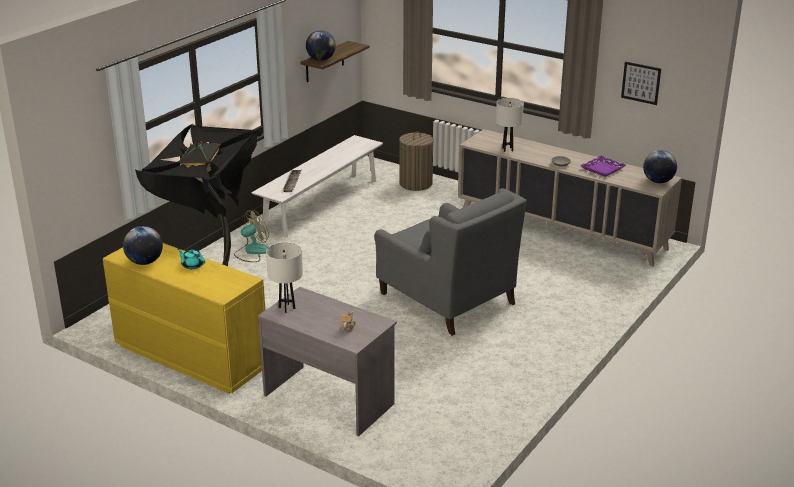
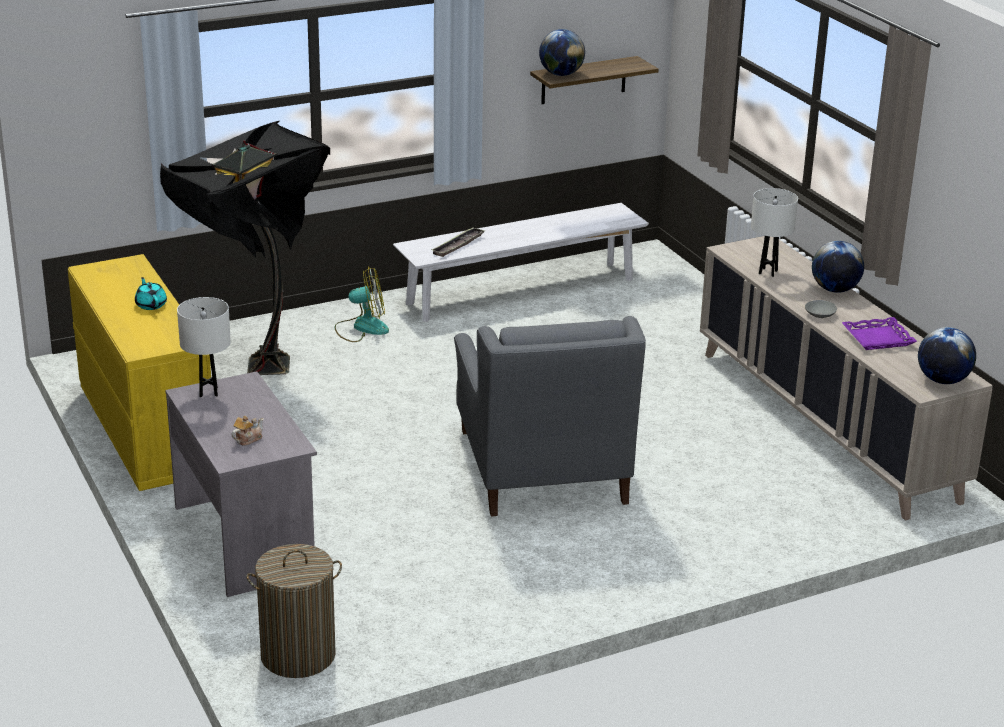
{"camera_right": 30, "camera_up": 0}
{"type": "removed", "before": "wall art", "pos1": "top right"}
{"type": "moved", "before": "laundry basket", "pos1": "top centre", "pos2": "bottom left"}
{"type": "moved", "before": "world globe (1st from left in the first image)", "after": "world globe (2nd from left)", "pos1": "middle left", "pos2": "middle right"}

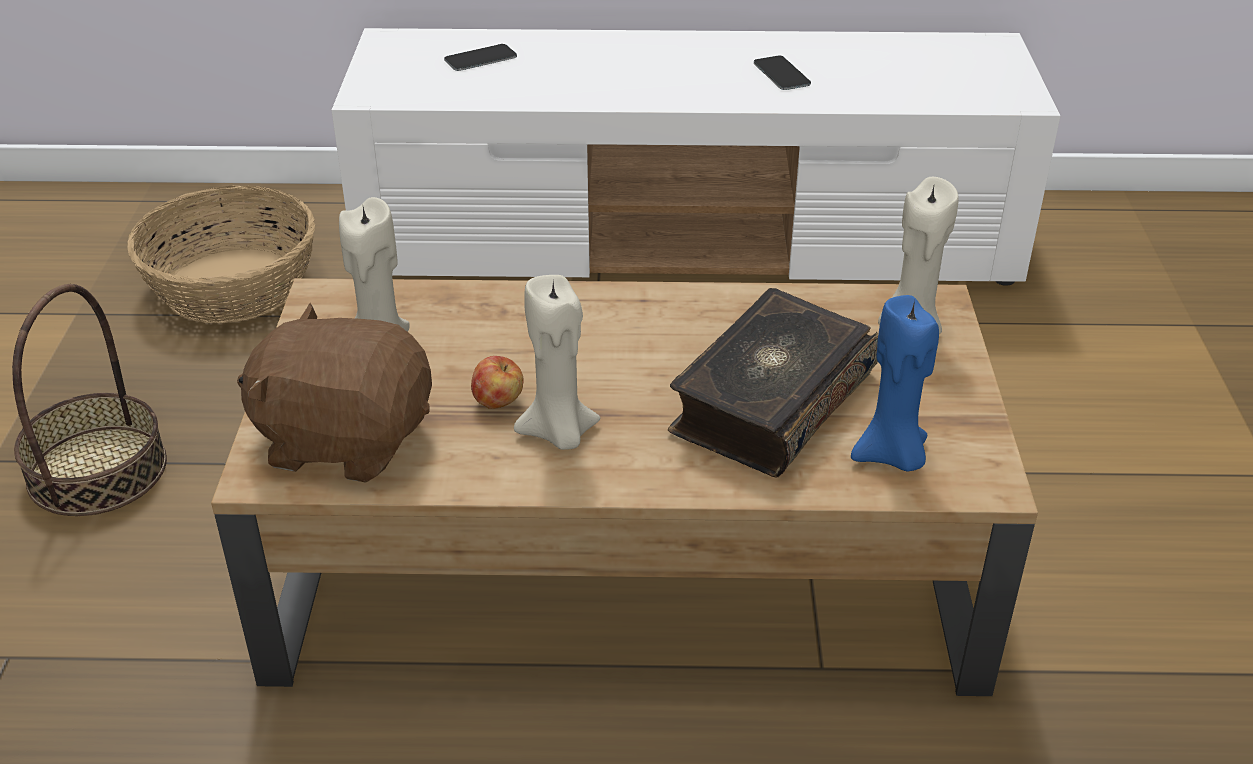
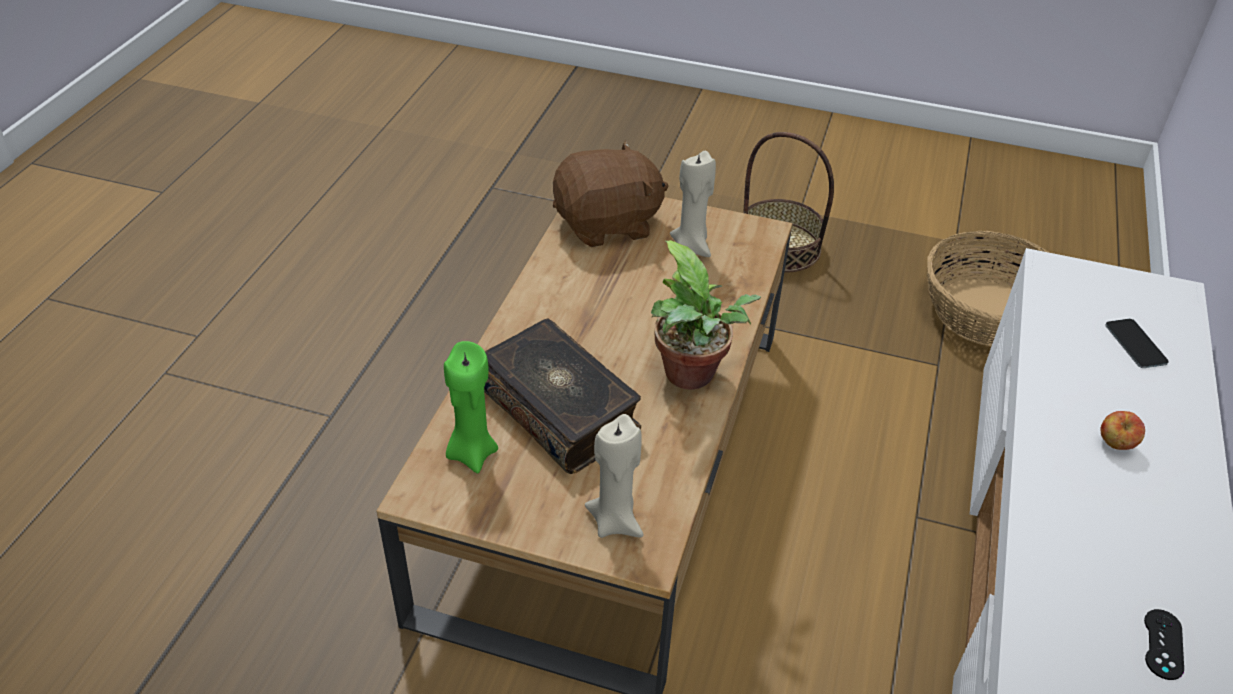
{"camera_right": 105, "camera_up": 5}
{"type": "removed", "before": "phone (2nd from left)", "pos1": "top centre"}
{"type": "removed", "before": "candle in beige (2nd from left)", "pos1": "centre"}
{"type": "recoloured", "before": "candle in bluish", "after": "candle in green", "pos1": "middle right", "pos2": "centre"}
{"type": "turned", "before": "cuddly toy in brown-coloured", "pos1": "middle left", "pos2": "top centre", "turn": 45}
{"type": "moved", "before": "apple", "pos1": "centre", "pos2": "middle right"}
{"type": "added", "after": "potted plant", "pos2": "centre"}
{"type": "added", "after": "joypad in blackish", "pos2": "bottom right"}

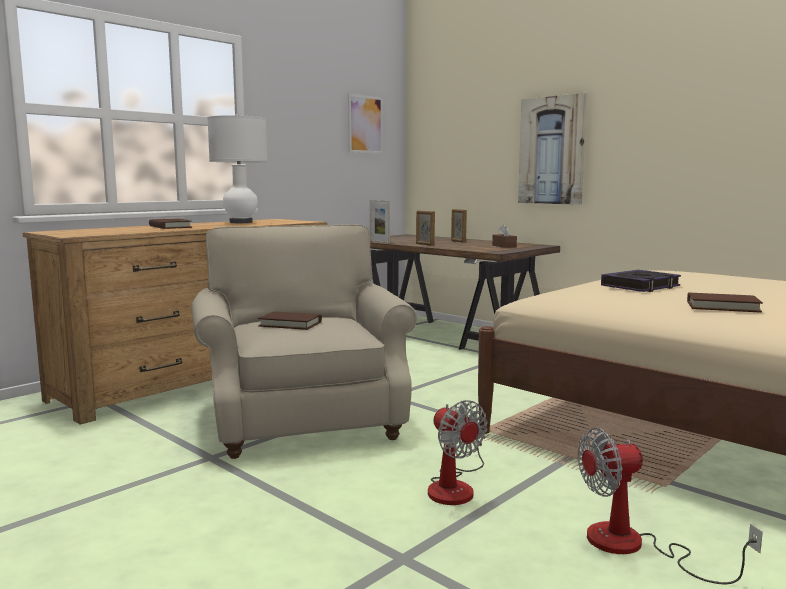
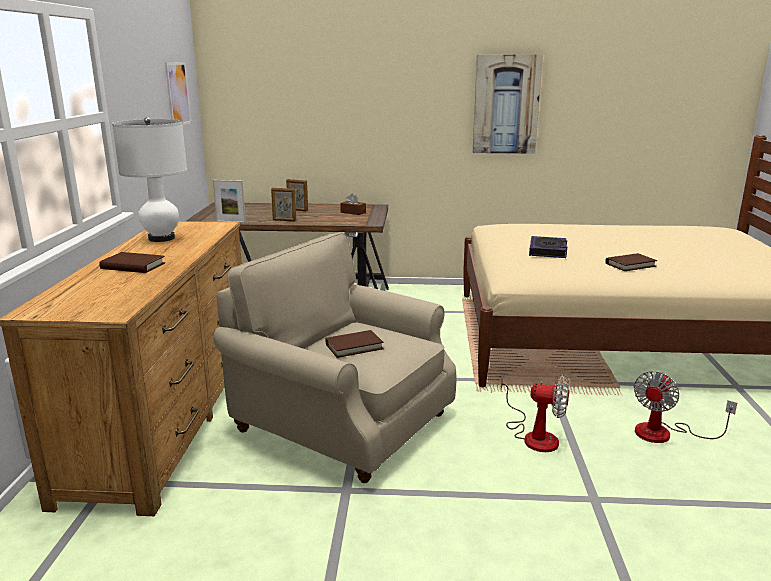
{"camera_right": -40, "camera_up": 10}
{"type": "moved", "before": "wall art (2nd from left)", "pos1": "top right", "pos2": "top centre"}

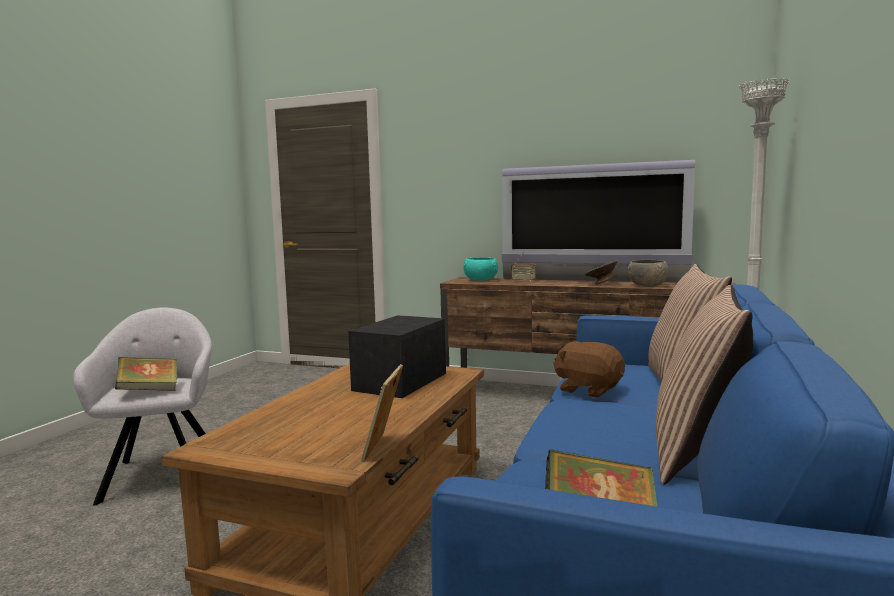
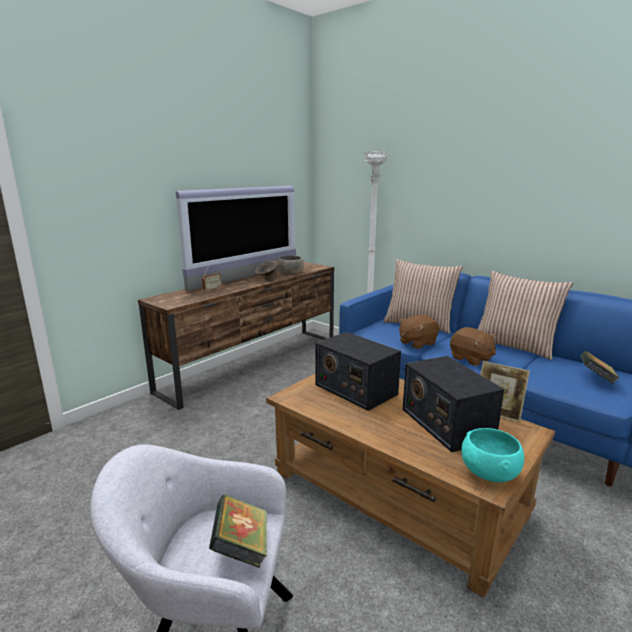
{"camera_right": -70, "camera_up": 10}
{"type": "moved", "before": "deep dish in turquoise-coloured", "pos1": "centre", "pos2": "bottom right"}
{"type": "added", "after": "cuddly toy in brown-coloured (2nd from left)", "pos2": "middle right"}
{"type": "added", "after": "radio set (3rd from left)", "pos2": "middle right"}

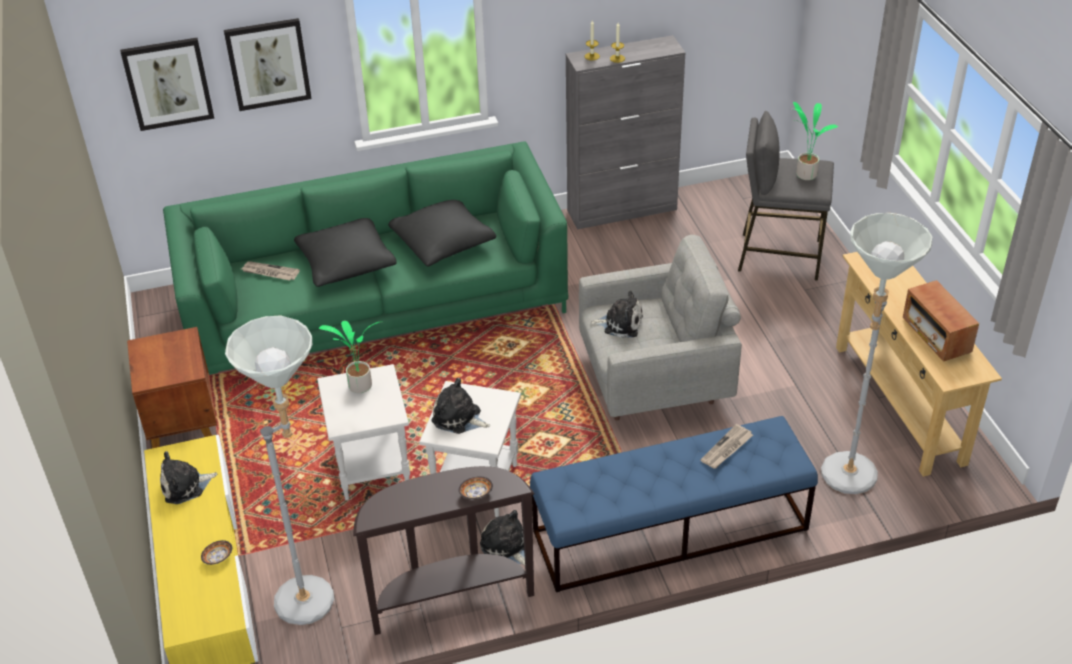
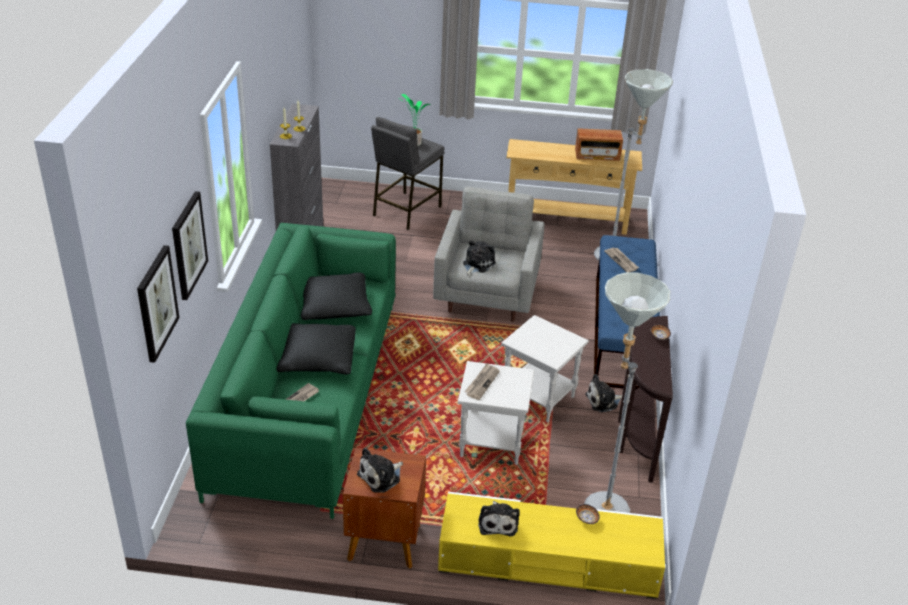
{"camera_right": -70, "camera_up": -5}
{"type": "replaced", "before": "potted plant (1st from left)", "after": "daily paper (2nd from left)", "pos1": "middle left", "pos2": "centre"}
{"type": "moved", "before": "cuddly toy (2nd from left in the first image)", "after": "cuddly toy (1st from left)", "pos1": "centre", "pos2": "bottom centre"}

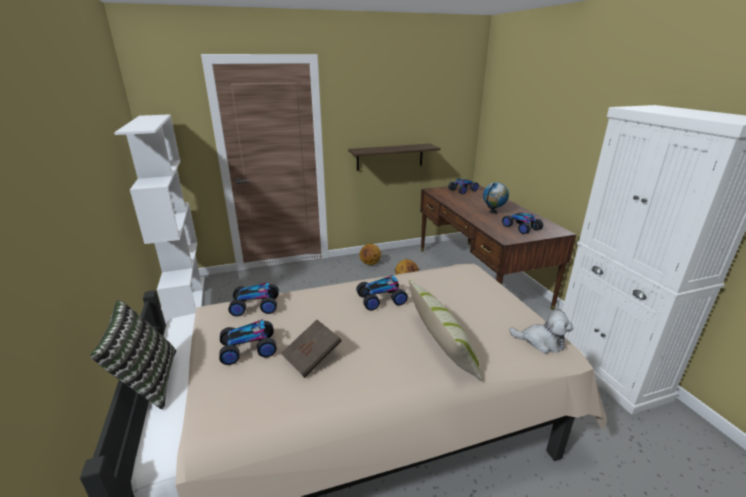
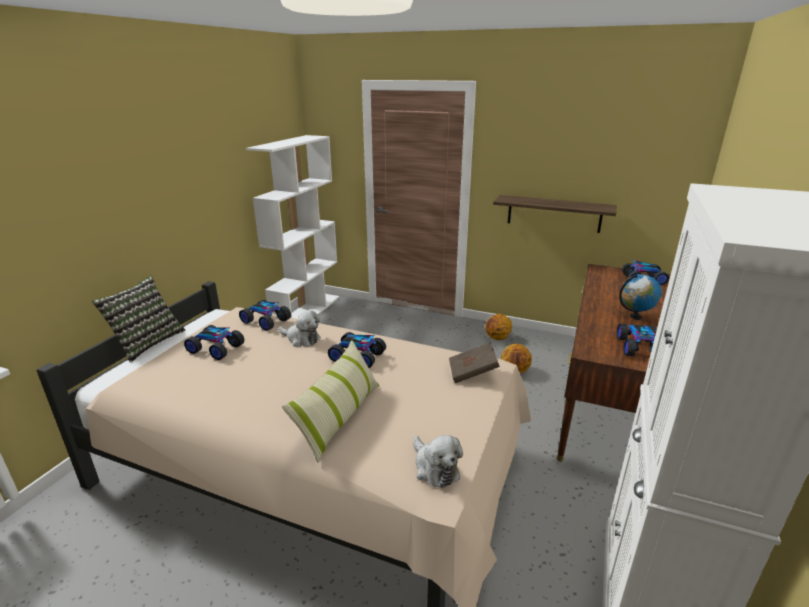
{"camera_right": 40, "camera_up": 0}
{"type": "moved", "before": "volume in brown-coloured", "pos1": "bottom centre", "pos2": "centre"}
{"type": "added", "after": "cuddly toy (1st from left)", "pos2": "centre"}

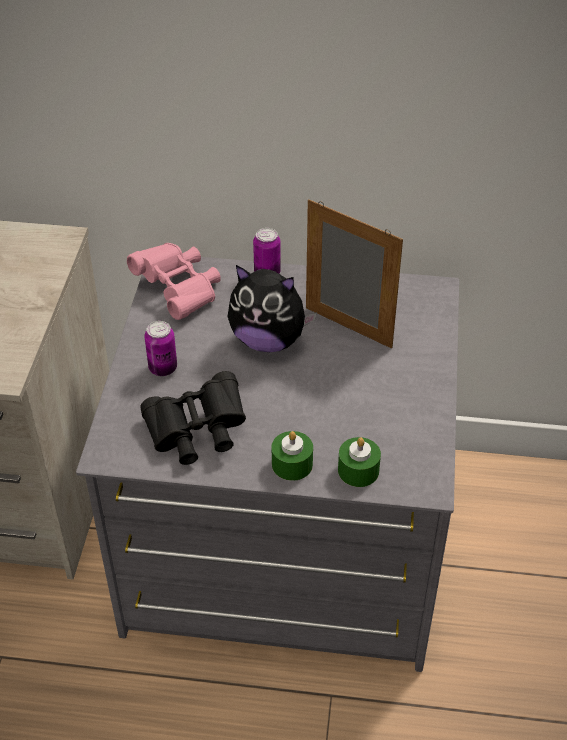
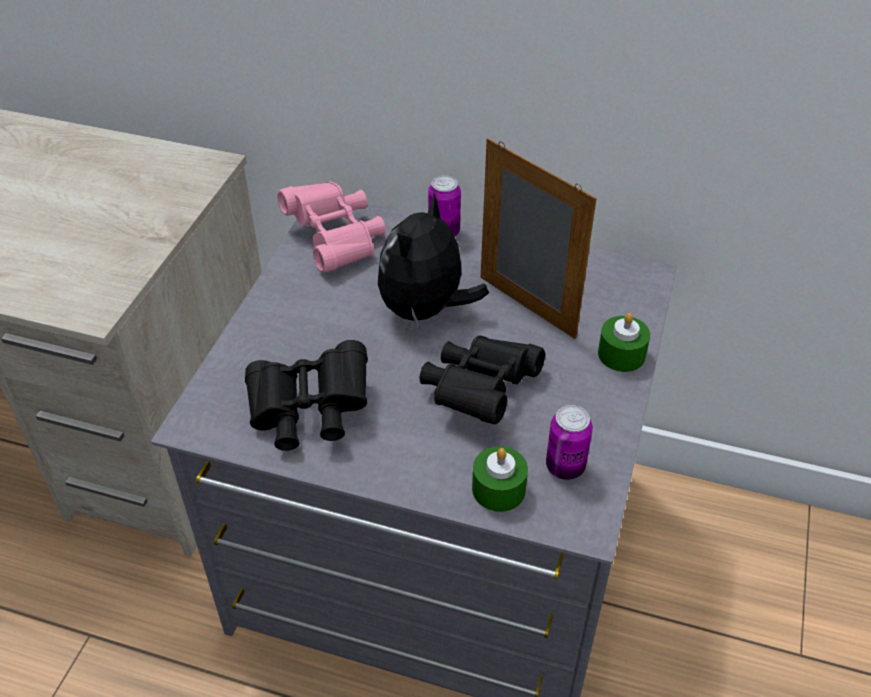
{"camera_right": 10, "camera_up": 0}
{"type": "turned", "before": "cuddly toy", "pos1": "centre", "pos2": "centre", "turn": 90}
{"type": "moved", "before": "metal can (1st from left in the first image)", "after": "metal can (2nd from left)", "pos1": "middle left", "pos2": "centre"}
{"type": "moved", "before": "candle in green (1st from left in the first image)", "after": "candle in green (2nd from left)", "pos1": "centre", "pos2": "middle right"}
{"type": "added", "after": "pair of binoculars in blackish (2nd from left)", "pos2": "centre"}

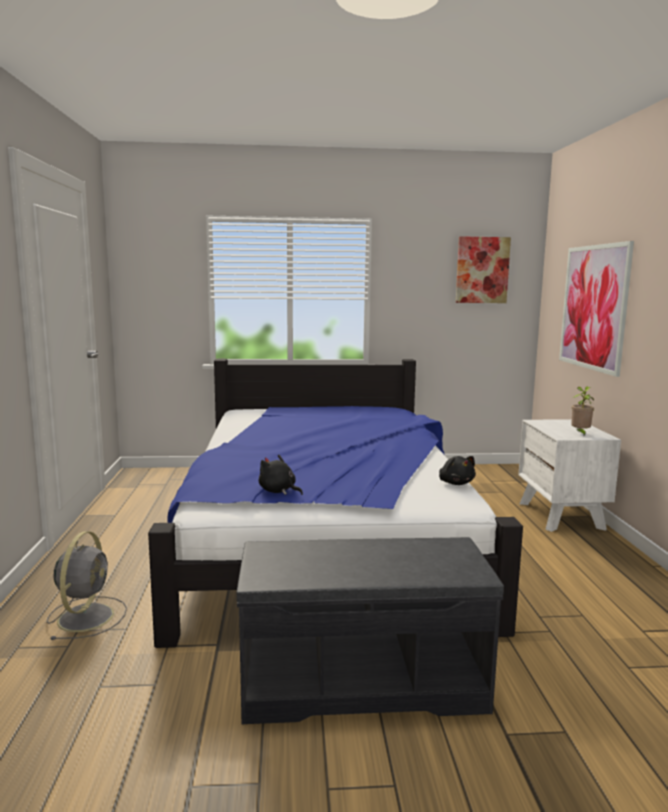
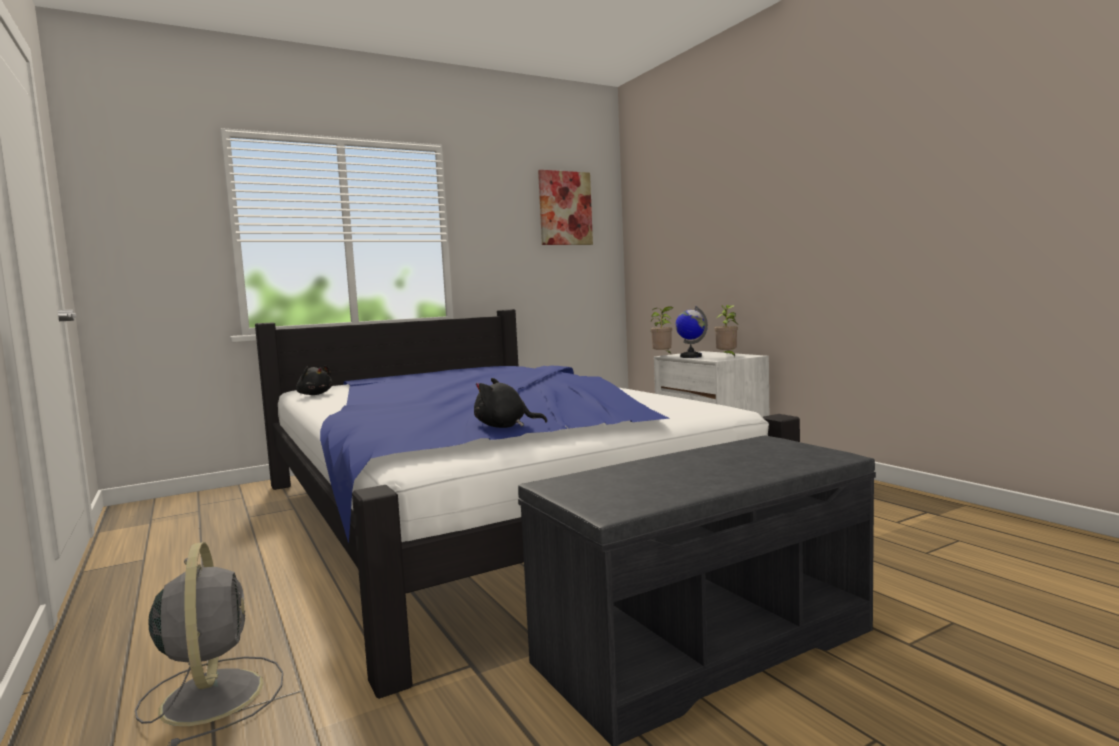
{"camera_right": -25, "camera_up": -5}
{"type": "removed", "before": "wall art (2nd from left)", "pos1": "middle right"}
{"type": "moved", "before": "cuddly toy in blackish (2nd from left in the first image)", "after": "cuddly toy in blackish (1st from left)", "pos1": "middle right", "pos2": "middle left"}
{"type": "added", "after": "potted plant (1st from left)", "pos2": "centre"}
{"type": "added", "after": "world globe", "pos2": "centre"}

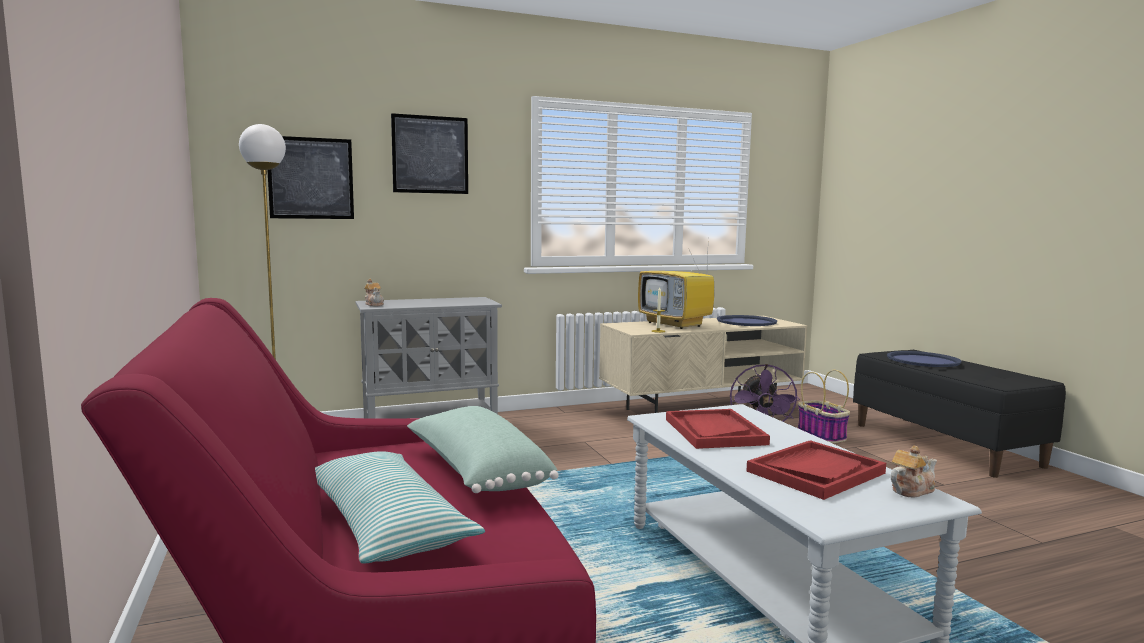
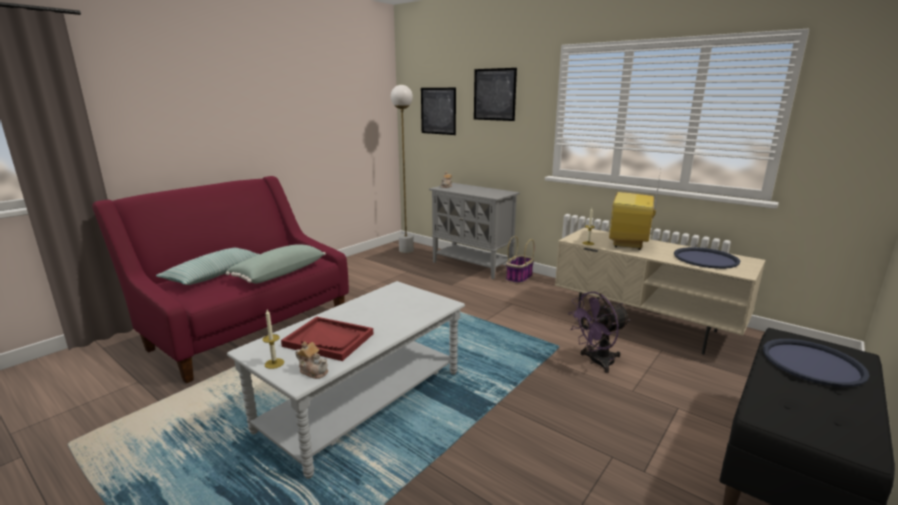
{"camera_right": 60, "camera_up": 10}
{"type": "moved", "before": "household basket", "pos1": "middle right", "pos2": "centre"}
{"type": "removed", "before": "serving tray in reddish (1st from left)", "pos1": "bottom centre"}
{"type": "added", "after": "candle (1st from left)", "pos2": "bottom left"}

